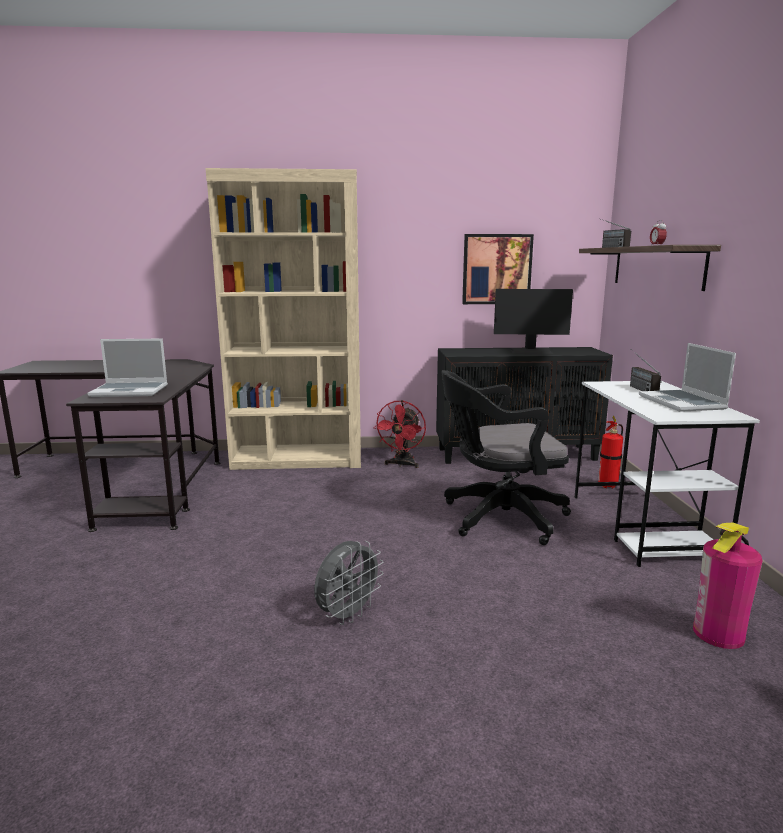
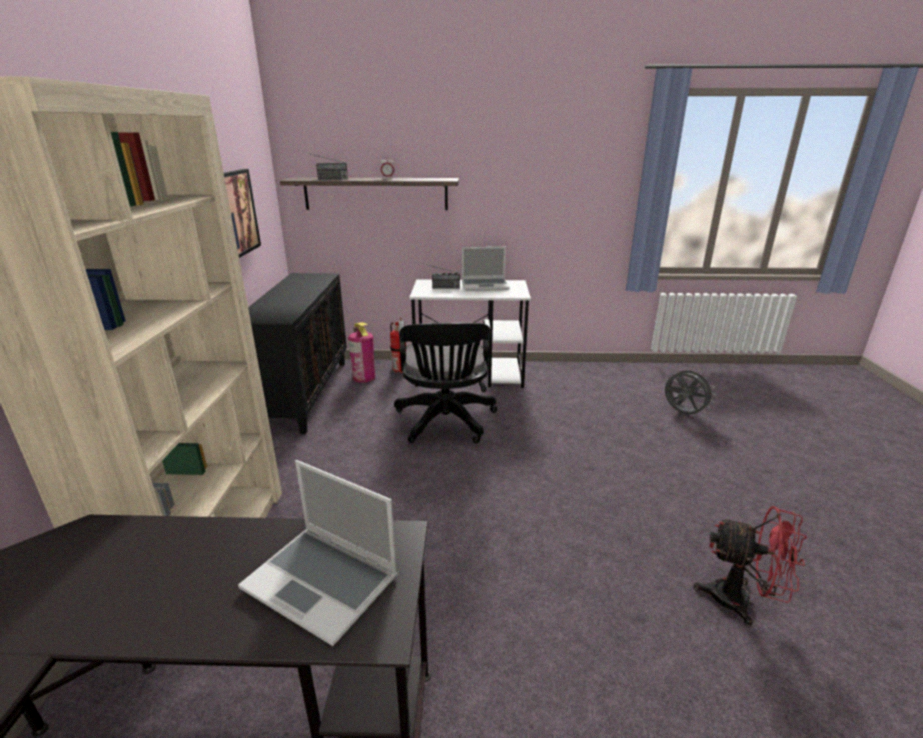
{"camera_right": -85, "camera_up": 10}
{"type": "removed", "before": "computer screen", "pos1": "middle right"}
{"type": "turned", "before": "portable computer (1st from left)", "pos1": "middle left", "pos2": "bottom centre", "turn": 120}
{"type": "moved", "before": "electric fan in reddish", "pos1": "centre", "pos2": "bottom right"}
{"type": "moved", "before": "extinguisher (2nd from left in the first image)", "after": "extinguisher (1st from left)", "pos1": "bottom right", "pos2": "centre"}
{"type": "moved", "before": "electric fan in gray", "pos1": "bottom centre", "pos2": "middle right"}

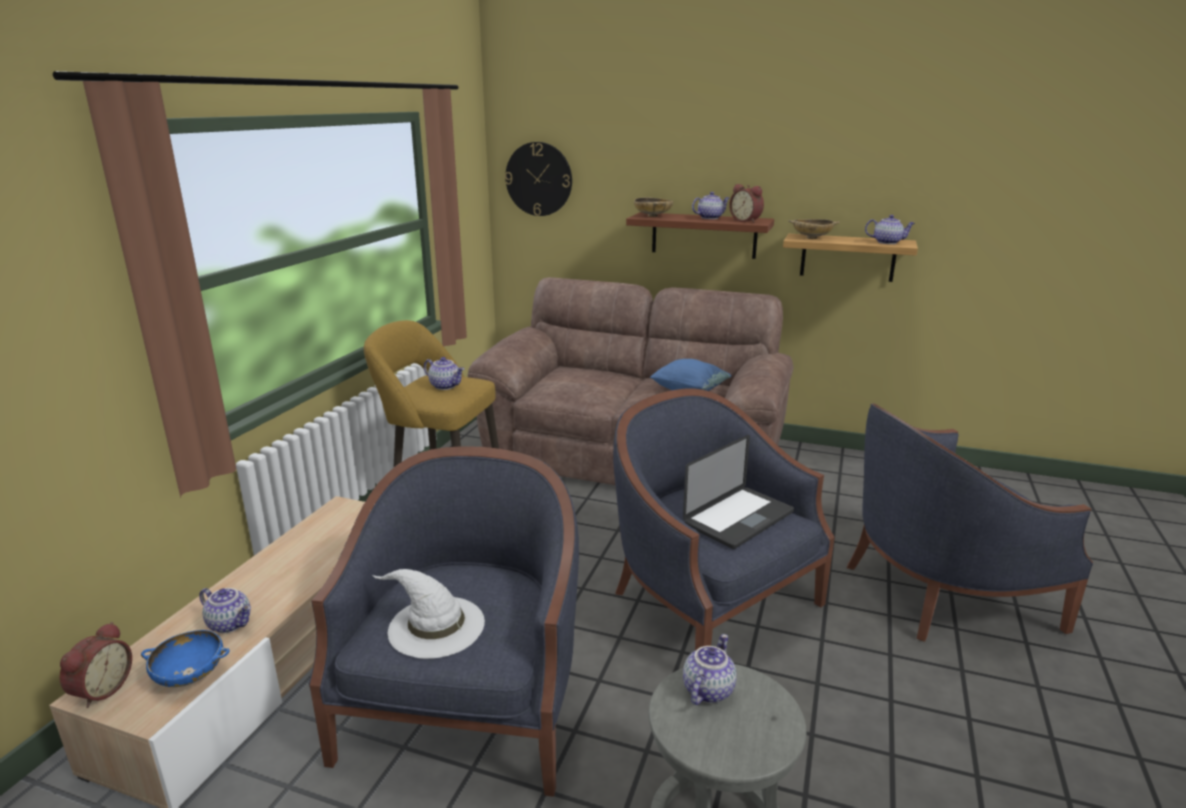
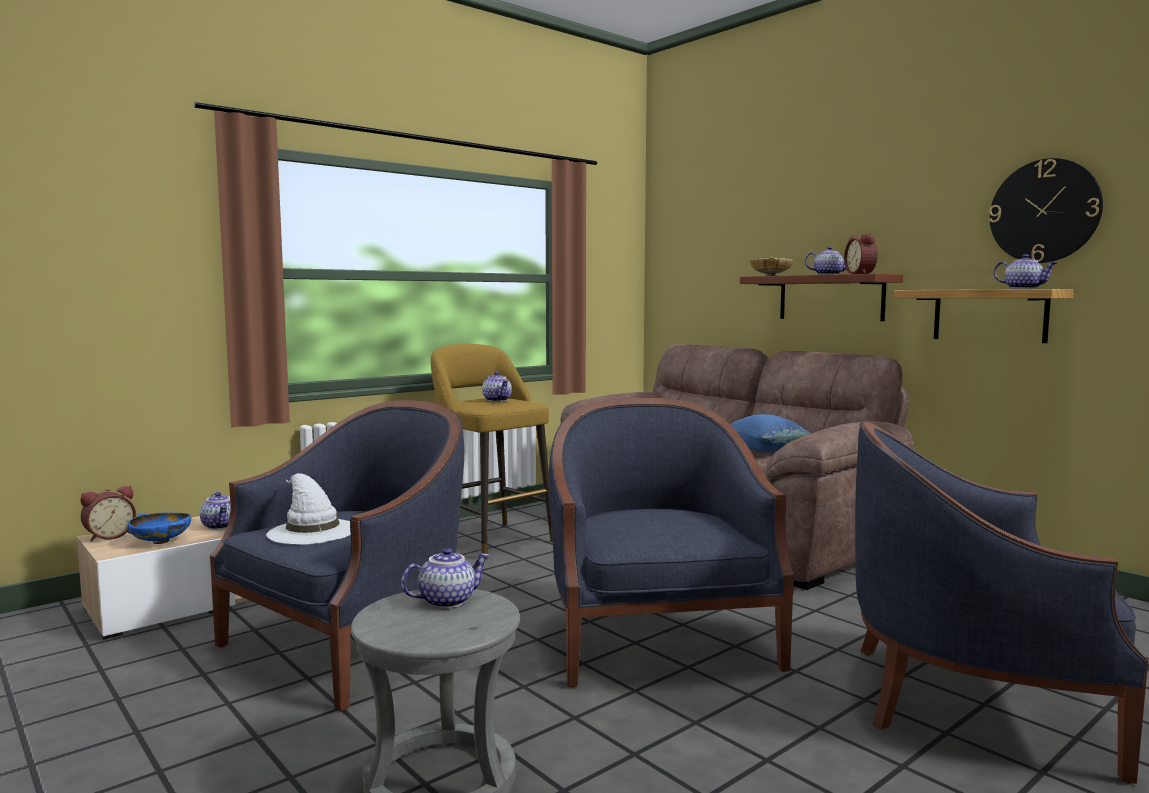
{"camera_right": 30, "camera_up": -15}
{"type": "moved", "before": "wall clock", "pos1": "top centre", "pos2": "top right"}
{"type": "removed", "before": "deep dish in beige (2nd from left)", "pos1": "top right"}
{"type": "removed", "before": "portable computer", "pos1": "centre"}

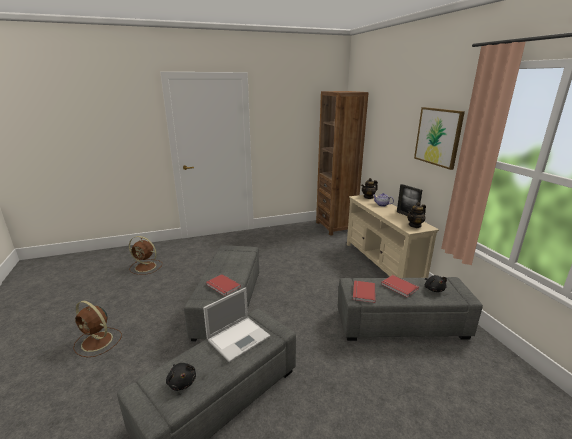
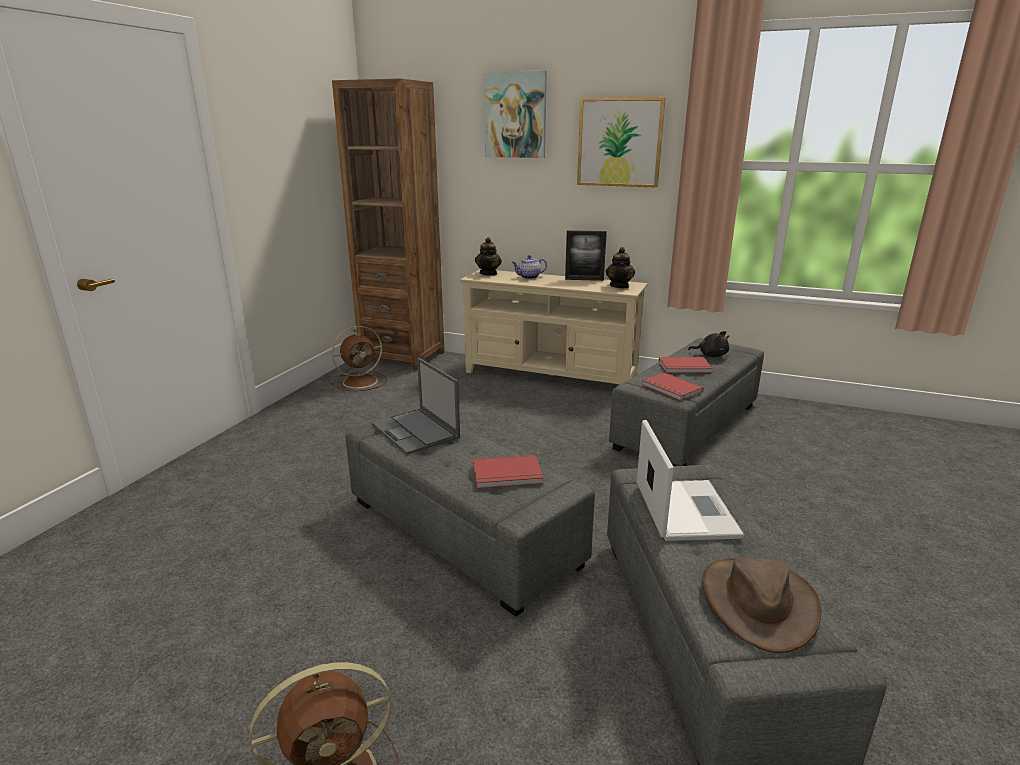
{"camera_right": -50, "camera_up": 0}
{"type": "moved", "before": "electric fan in brown-coloured (2nd from left)", "pos1": "middle left", "pos2": "centre"}
{"type": "replaced", "before": "cuddly toy in blackish (1st from left)", "after": "wearable hat in brown-coloured", "pos1": "bottom left", "pos2": "bottom right"}
{"type": "added", "after": "wall art (1st from left)", "pos2": "top centre"}
{"type": "added", "after": "portable computer (1st from left)", "pos2": "centre"}

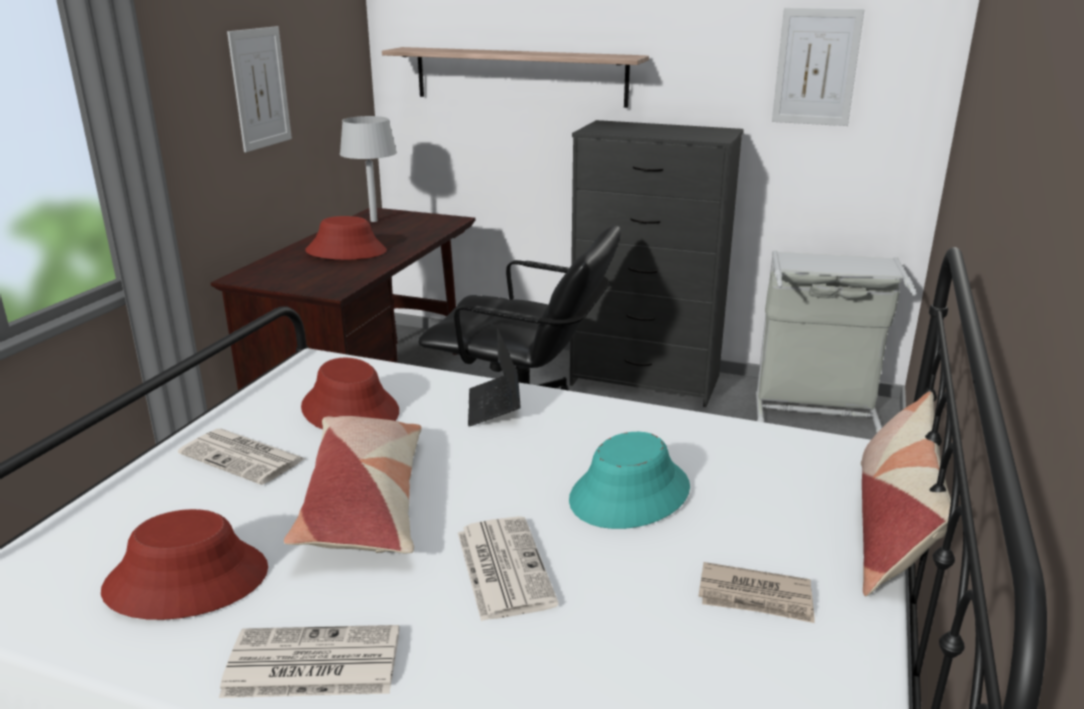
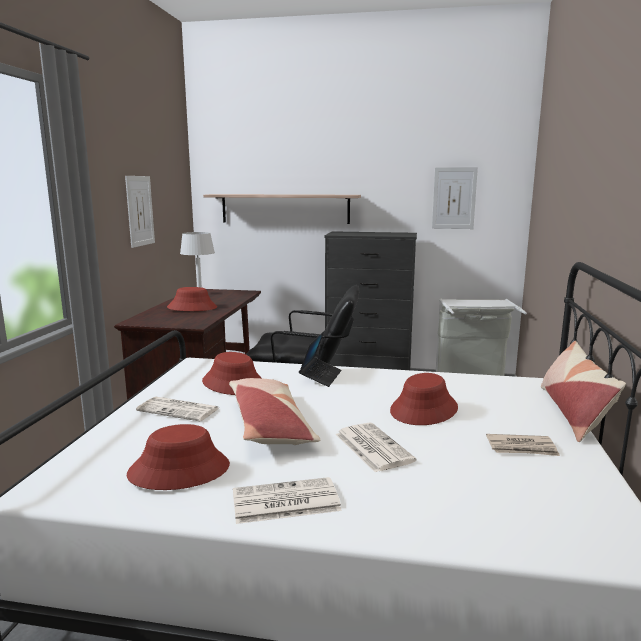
{"camera_right": -10, "camera_up": -10}
{"type": "turned", "before": "portable computer", "pos1": "centre", "pos2": "centre", "turn": -150}
{"type": "recoloured", "before": "wearable hat in turquoise-coloured", "after": "wearable hat in reddish (4th from left)", "pos1": "bottom centre", "pos2": "centre"}

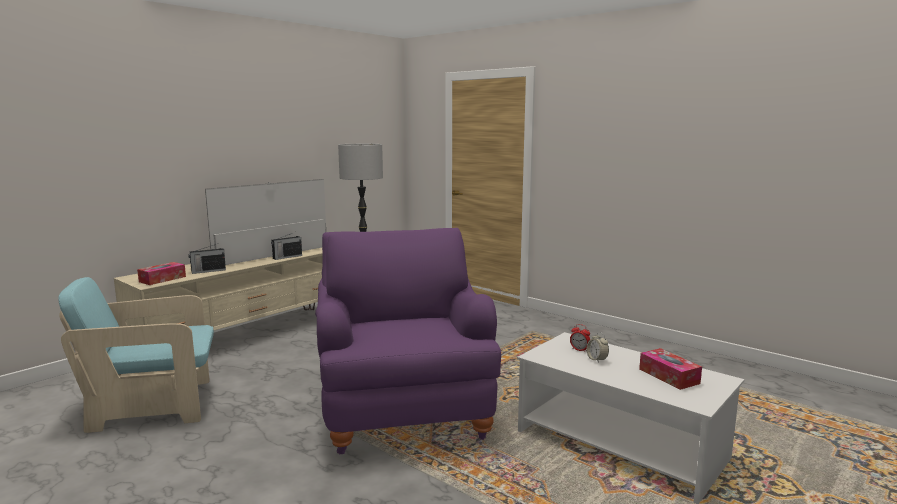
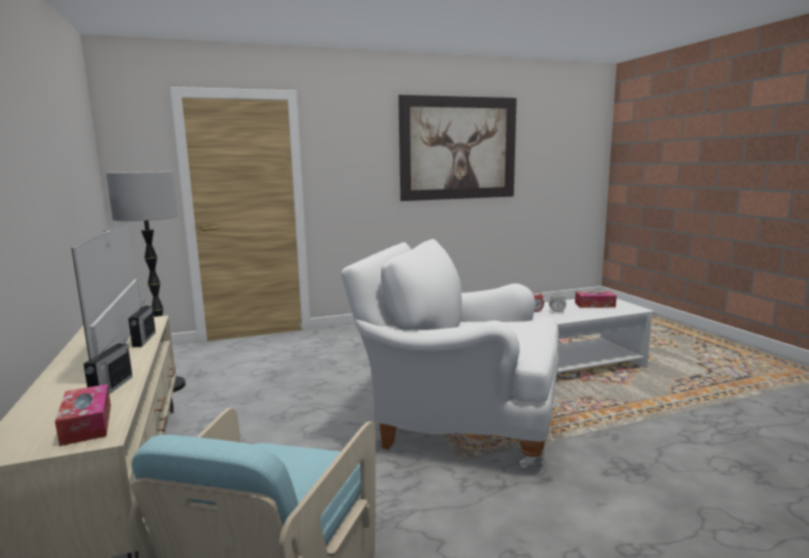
{"camera_right": -60, "camera_up": 0}
{"type": "recoloured", "before": "easy chair in purple-coloured", "after": "easy chair in white", "pos1": "bottom centre", "pos2": "centre"}
{"type": "added", "after": "wall art", "pos2": "top centre"}

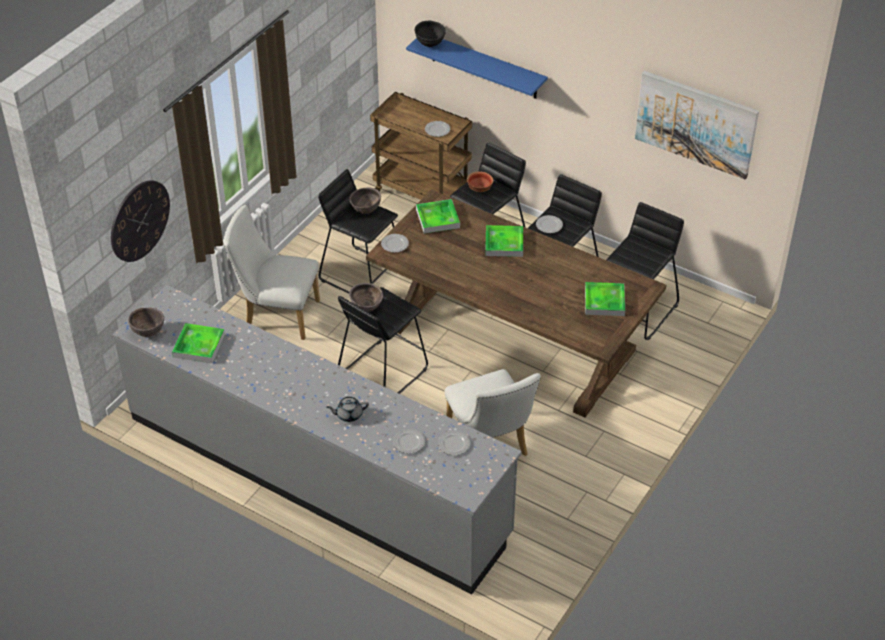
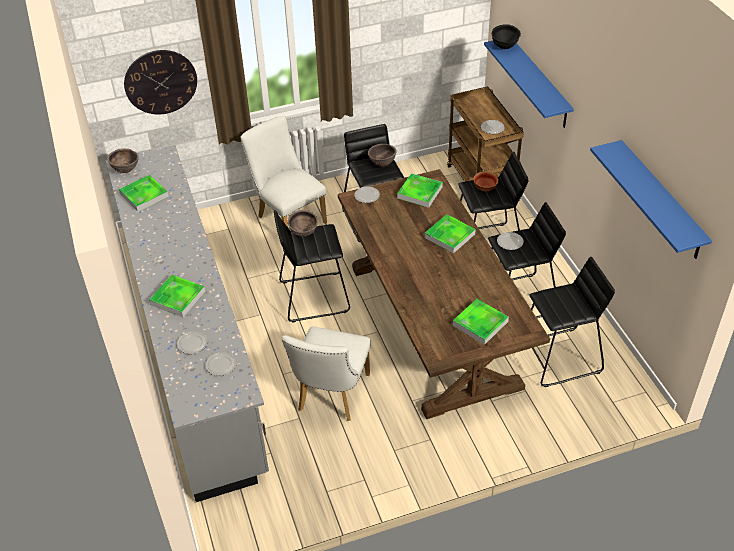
{"camera_right": 40, "camera_up": 0}
{"type": "replaced", "before": "wall art", "after": "wall shelf in bluish (2nd from left)", "pos1": "top right", "pos2": "middle right"}
{"type": "replaced", "before": "pot for tea in gray", "after": "serving tray (2nd from left)", "pos1": "centre", "pos2": "middle left"}

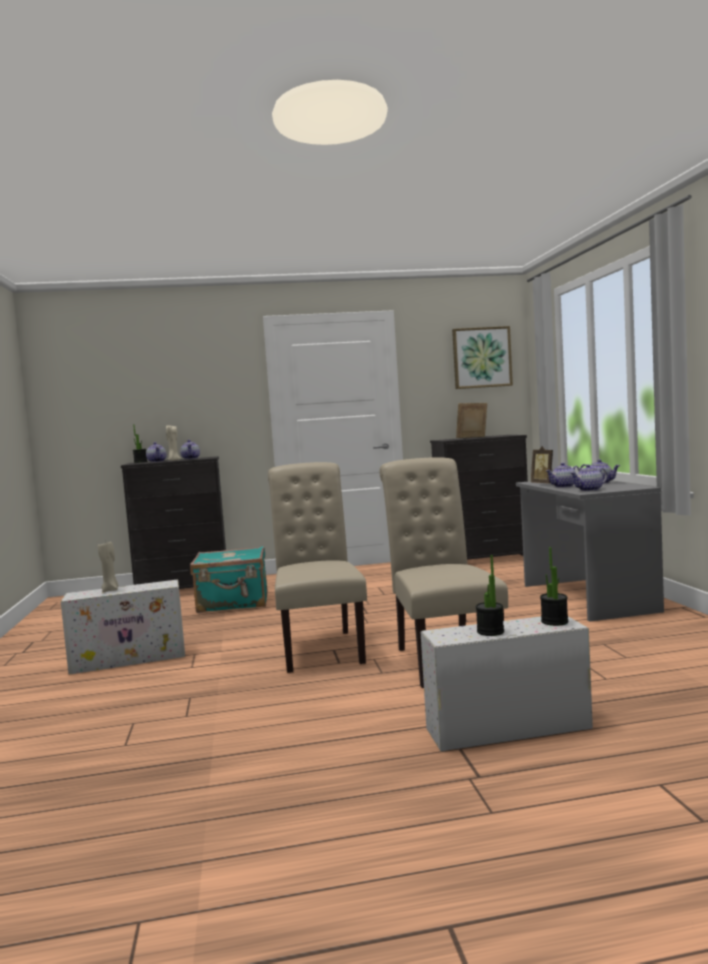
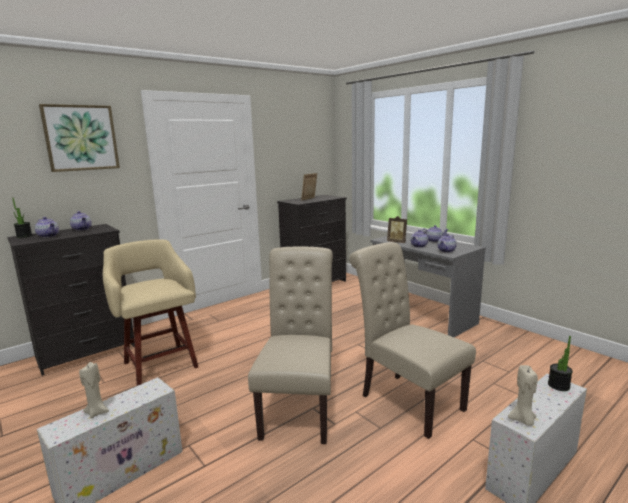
{"camera_right": -30, "camera_up": 10}
{"type": "moved", "before": "wall art", "pos1": "middle right", "pos2": "top left"}
{"type": "moved", "before": "candle in beige (2nd from left)", "pos1": "middle left", "pos2": "bottom right"}
{"type": "turned", "before": "upright chair in beige (1st from left)", "pos1": "centre", "pos2": "bottom centre", "turn": 45}
{"type": "replaced", "before": "piece of luggage in turquoise-coloured", "after": "sitting stool in beige", "pos1": "middle left", "pos2": "middle left"}
{"type": "removed", "before": "potted plant (2nd from left)", "pos1": "middle right"}

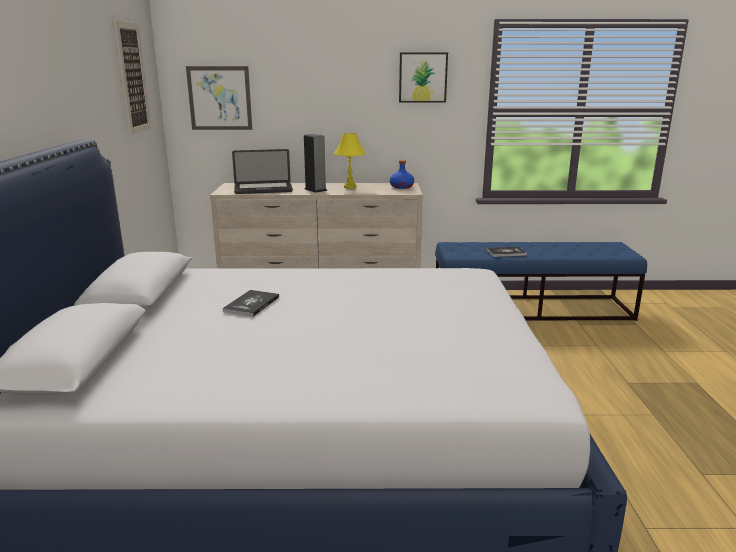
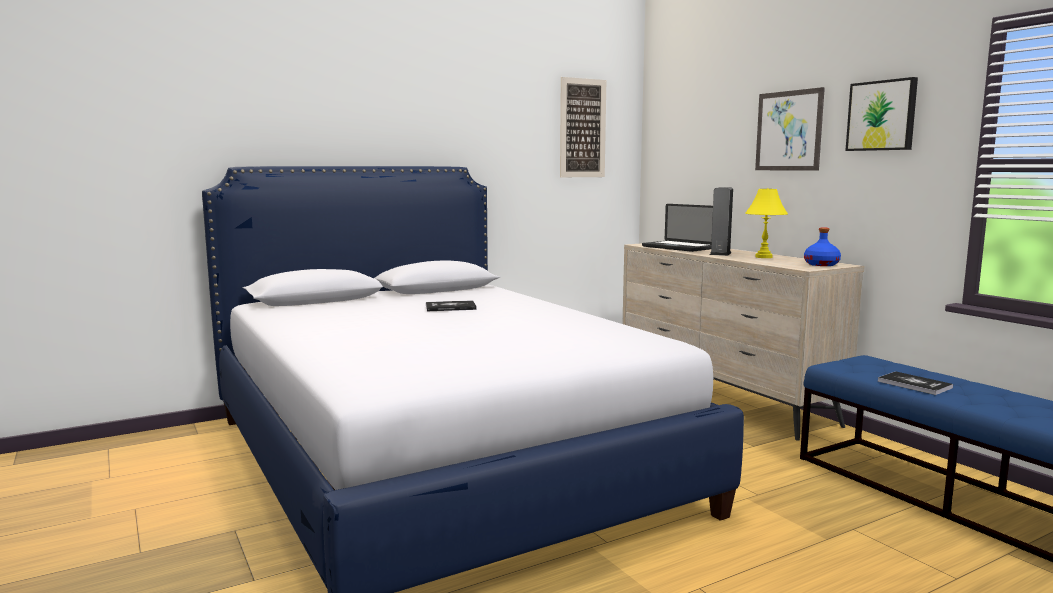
{"camera_right": 60, "camera_up": -10}
{"type": "moved", "before": "wall art (2nd from left)", "pos1": "top left", "pos2": "top right"}

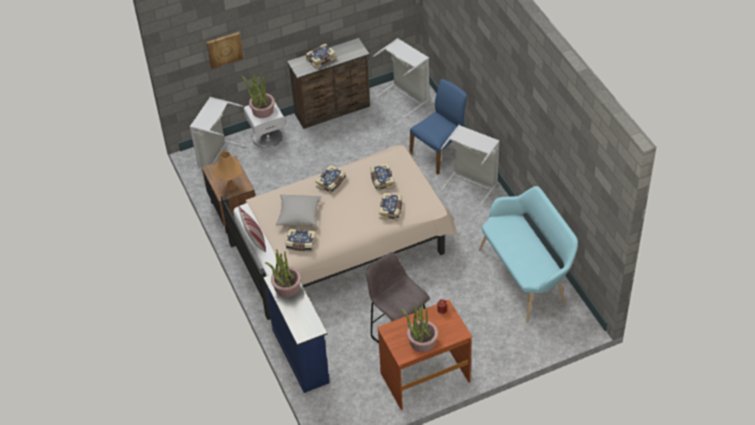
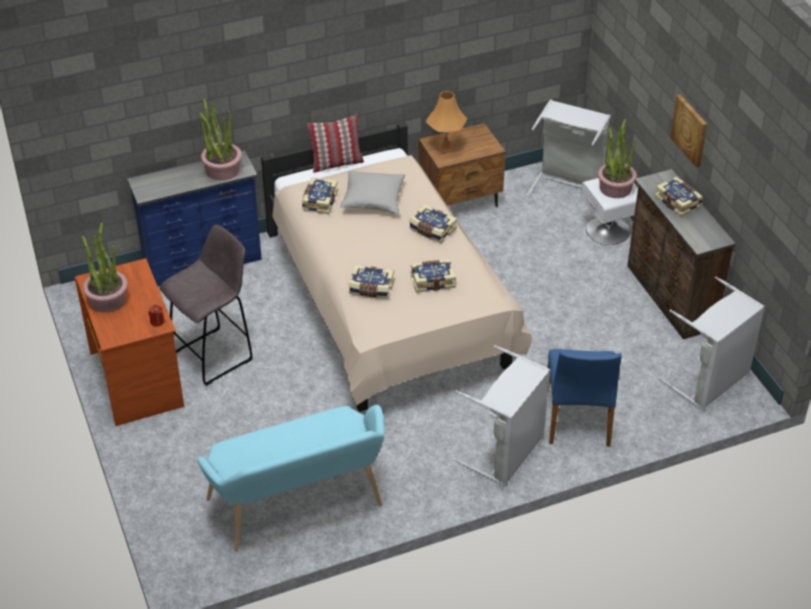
{"camera_right": 90, "camera_up": -5}
{"type": "moved", "before": "wall art", "pos1": "top left", "pos2": "top right"}
{"type": "turned", "before": "upright chair in bluish", "pos1": "top centre", "pos2": "middle right", "turn": 45}

